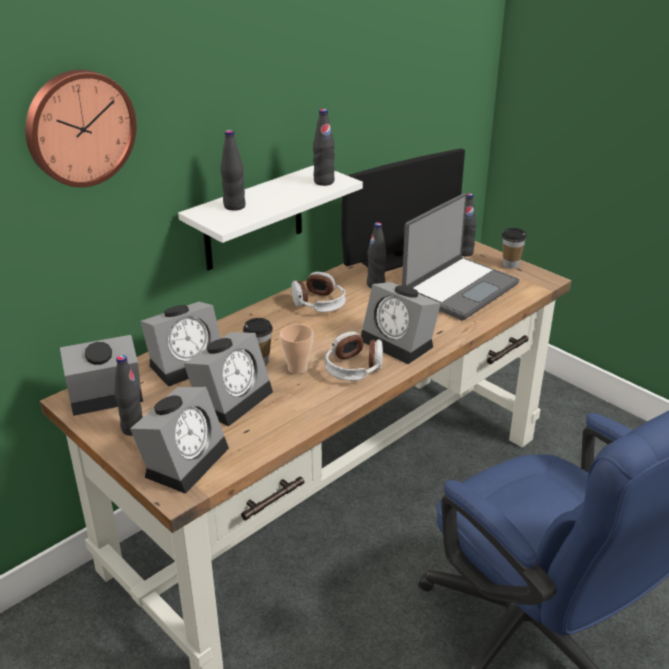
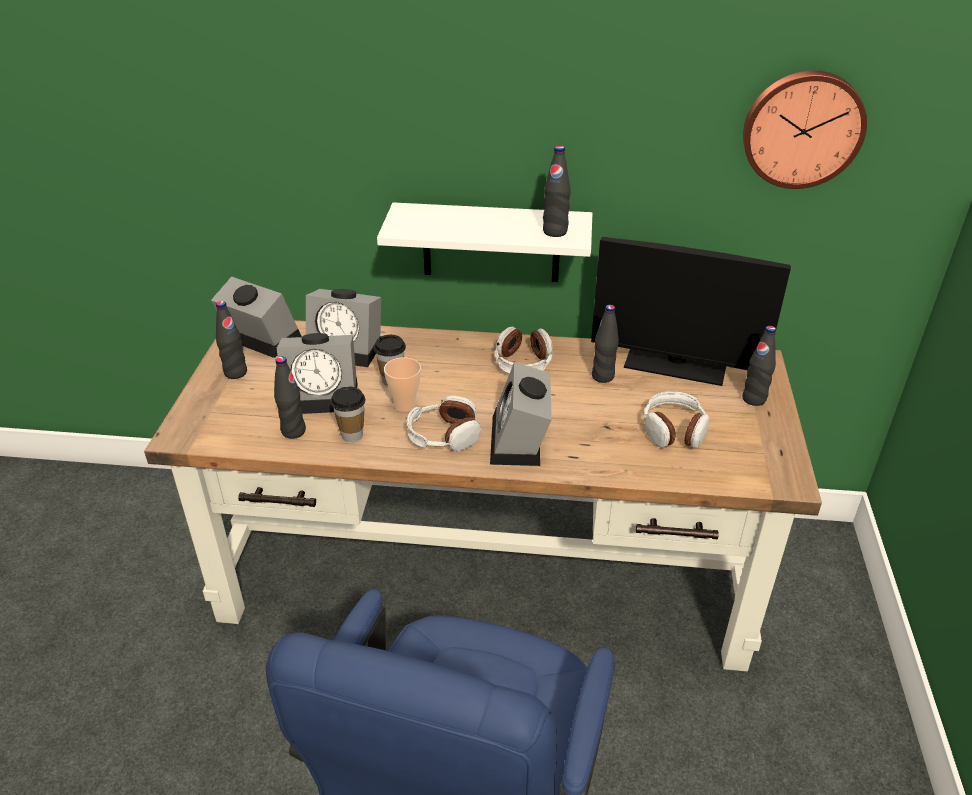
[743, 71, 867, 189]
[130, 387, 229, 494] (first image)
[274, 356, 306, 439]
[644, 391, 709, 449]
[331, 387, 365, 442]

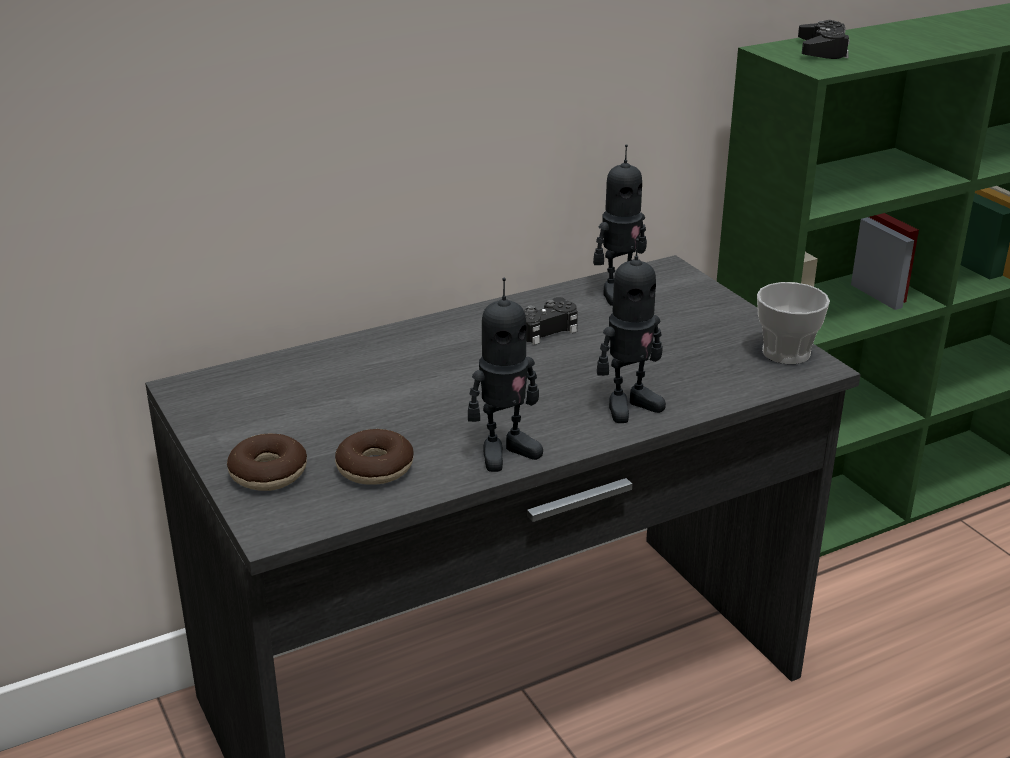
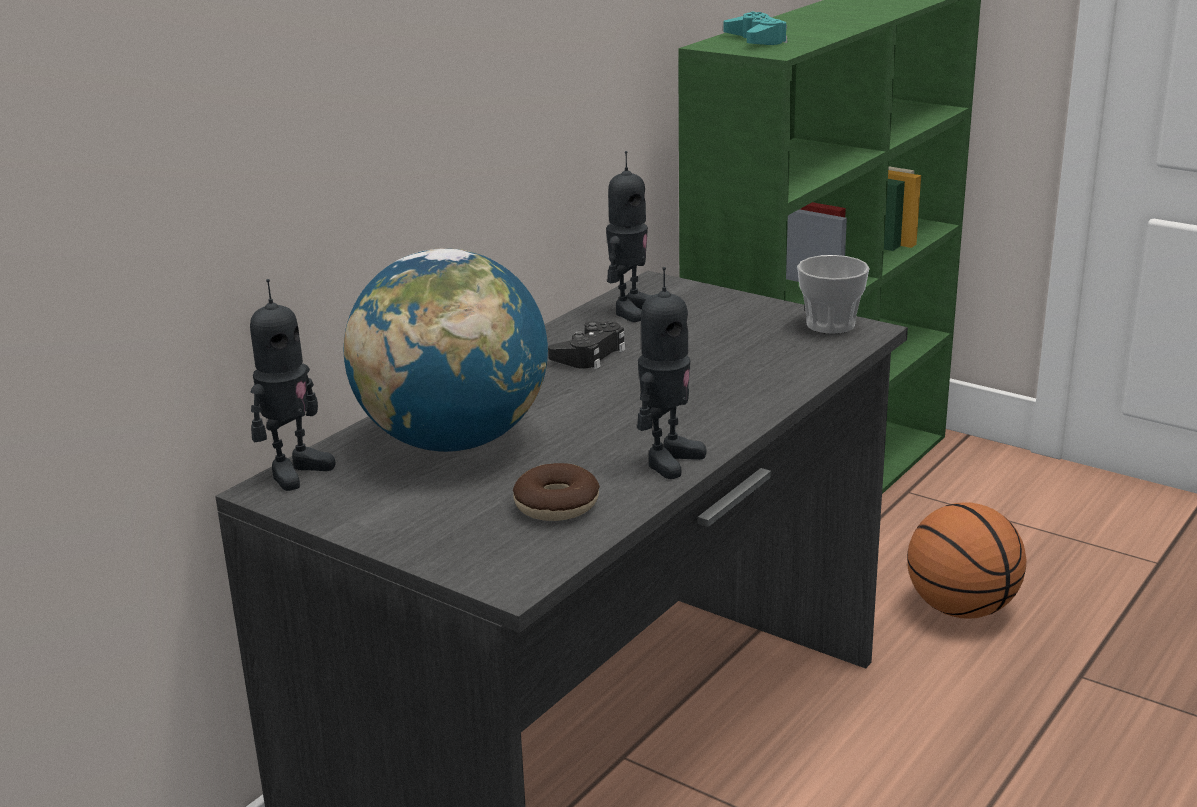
[227, 434, 307, 491] (first image)
[250, 279, 335, 491]
[723, 11, 787, 45]
[344, 248, 548, 452]
[907, 503, 1026, 619]

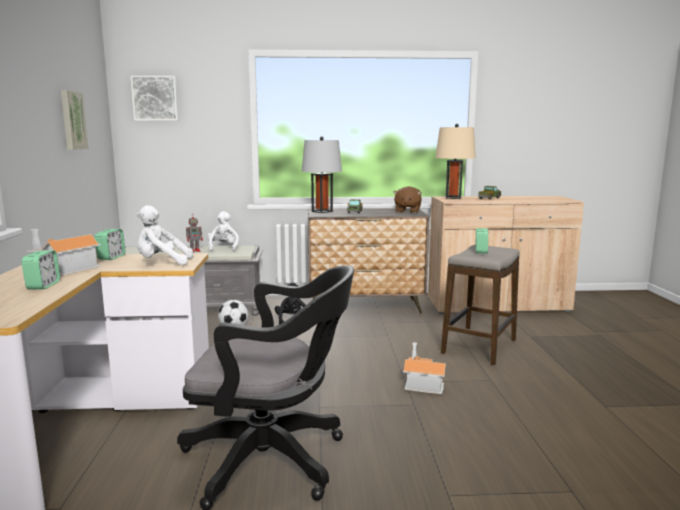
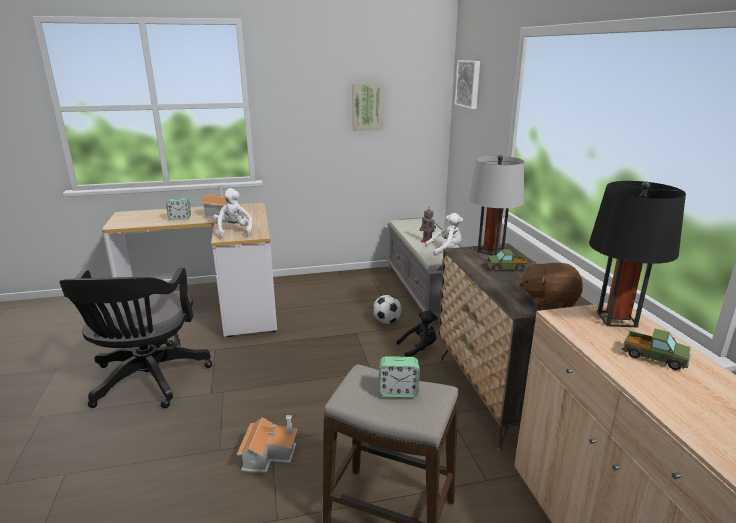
[94, 229, 125, 260] (first image)
[589, 181, 686, 328]

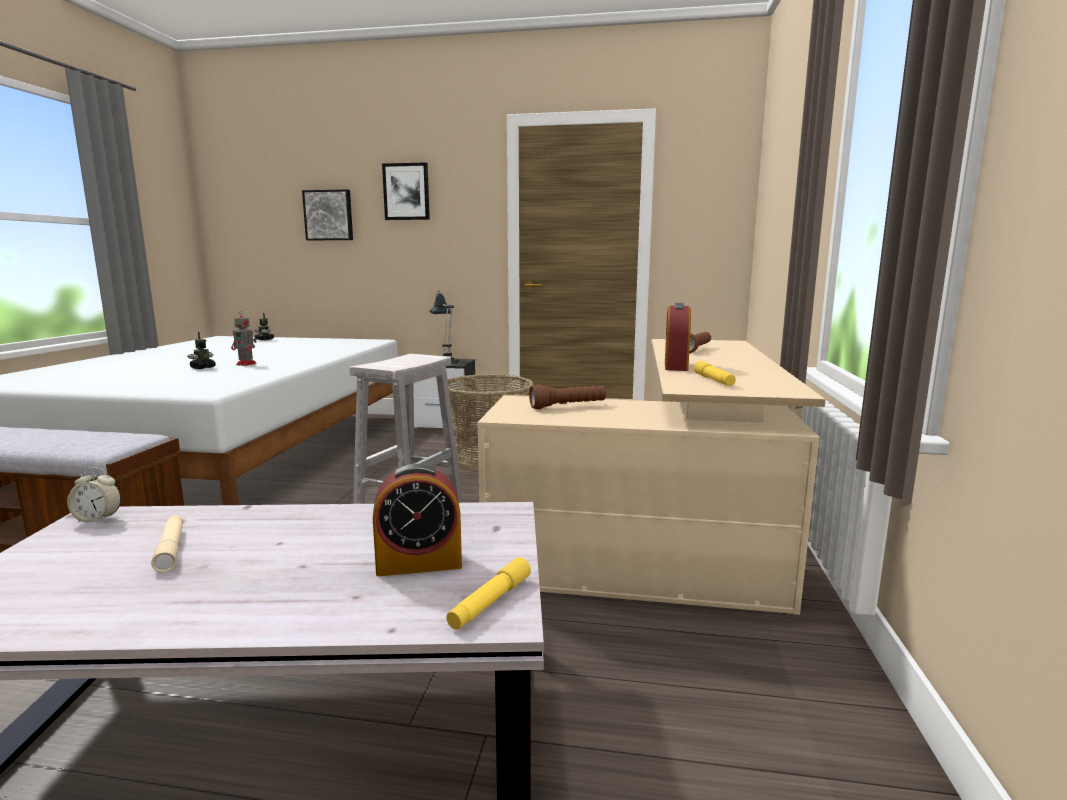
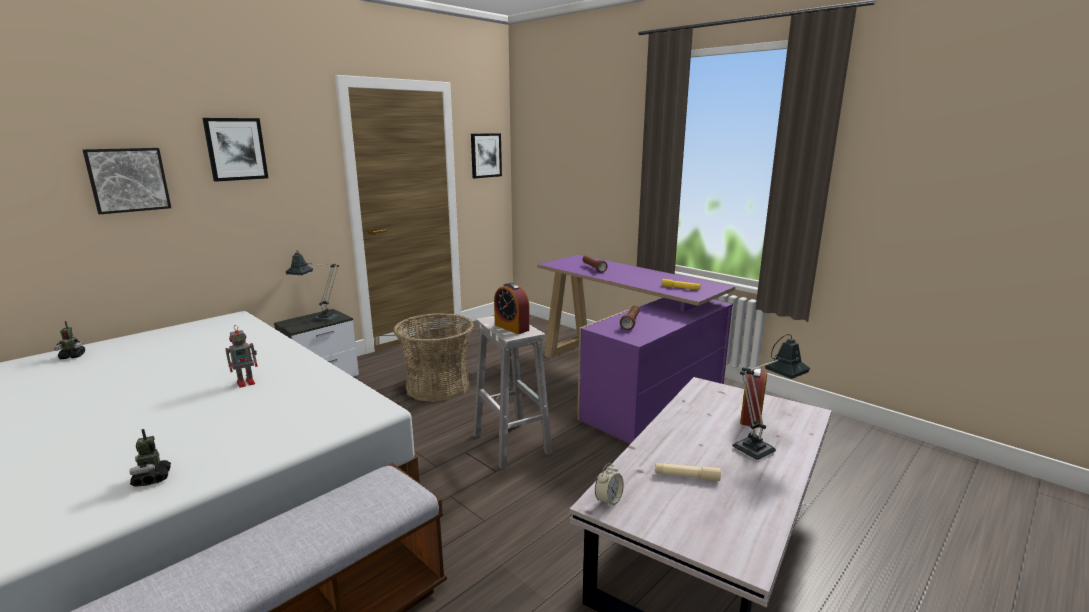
[130, 429, 171, 487]
[446, 557, 531, 630] (first image)
[537, 255, 735, 444]
[494, 283, 530, 334]
[471, 133, 502, 178]
[733, 334, 810, 460]

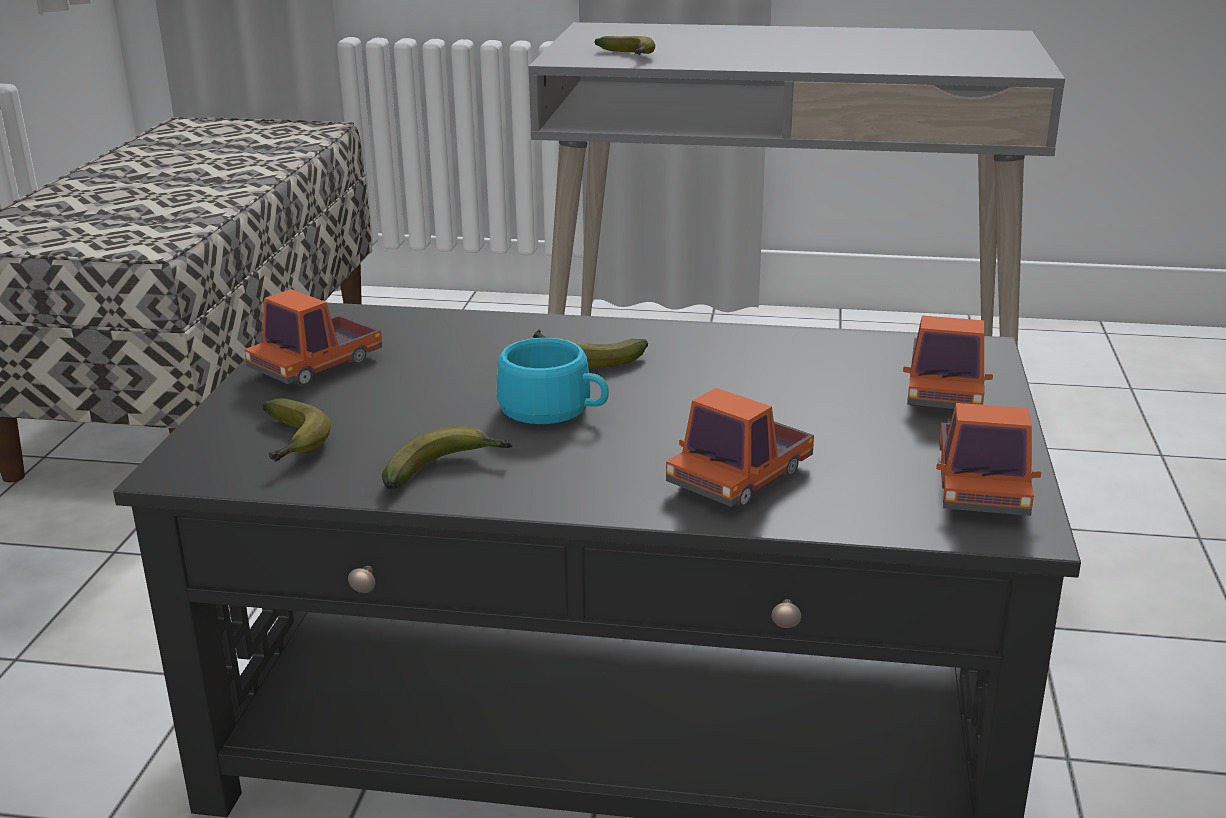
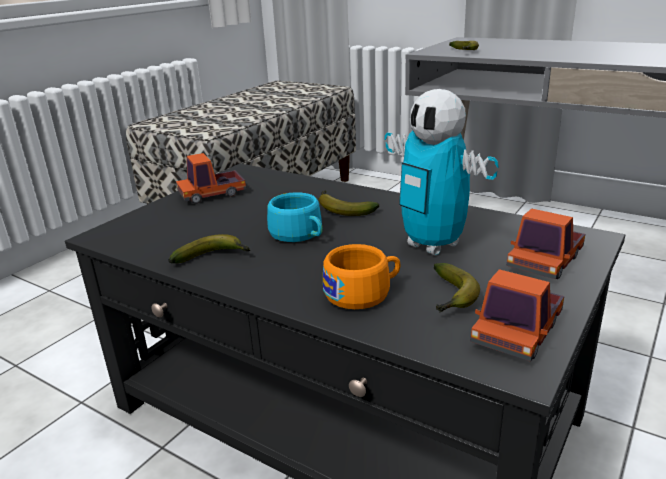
[434, 263, 480, 313]
[323, 244, 400, 309]
[385, 89, 499, 255]

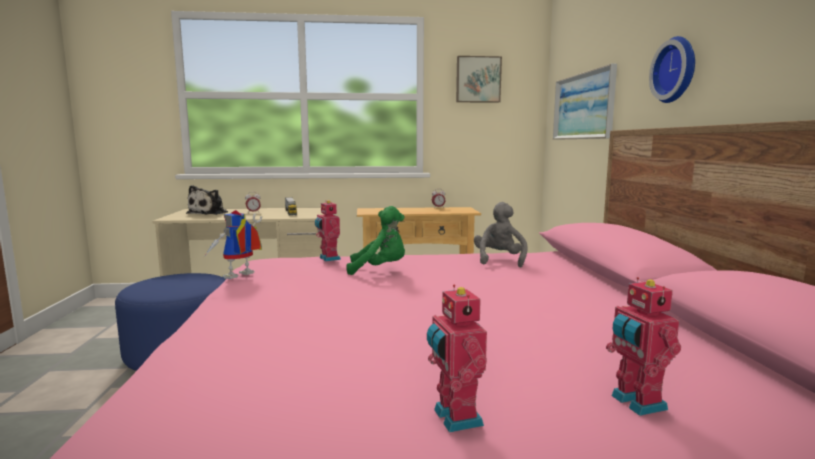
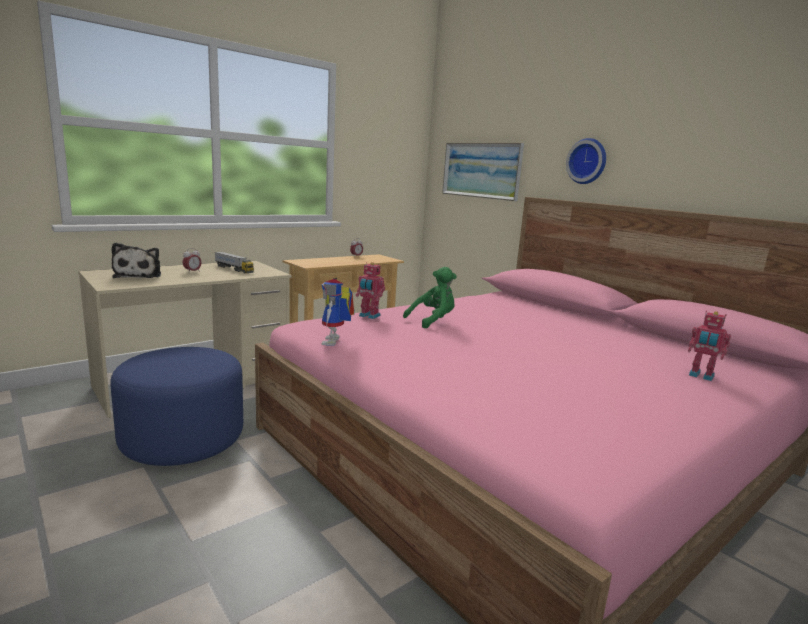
[427, 284, 487, 432] (first image)
[456, 56, 502, 103] (first image)
[474, 202, 528, 268] (first image)

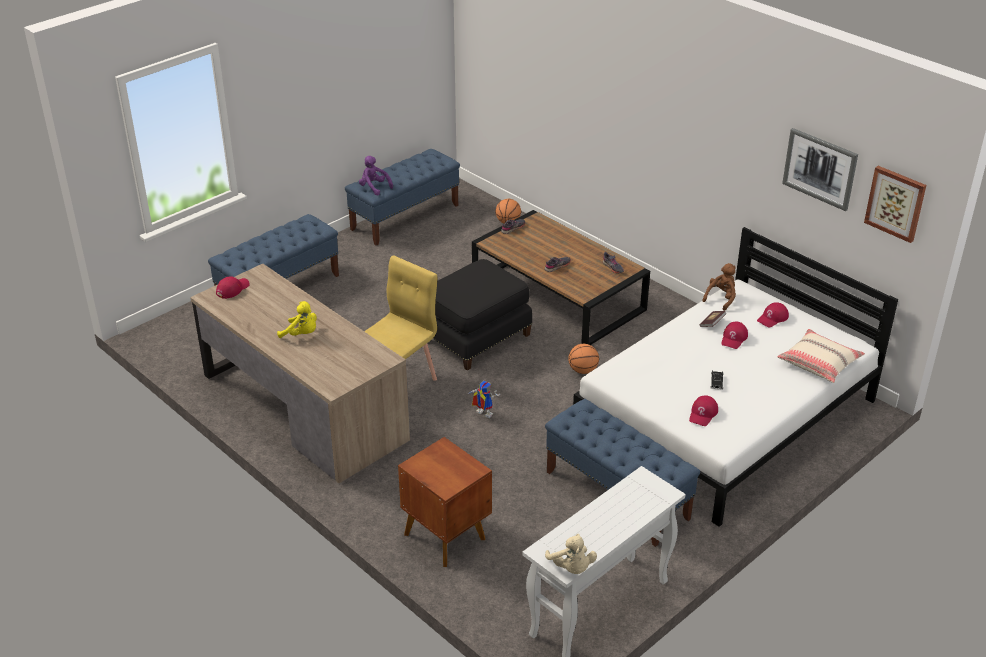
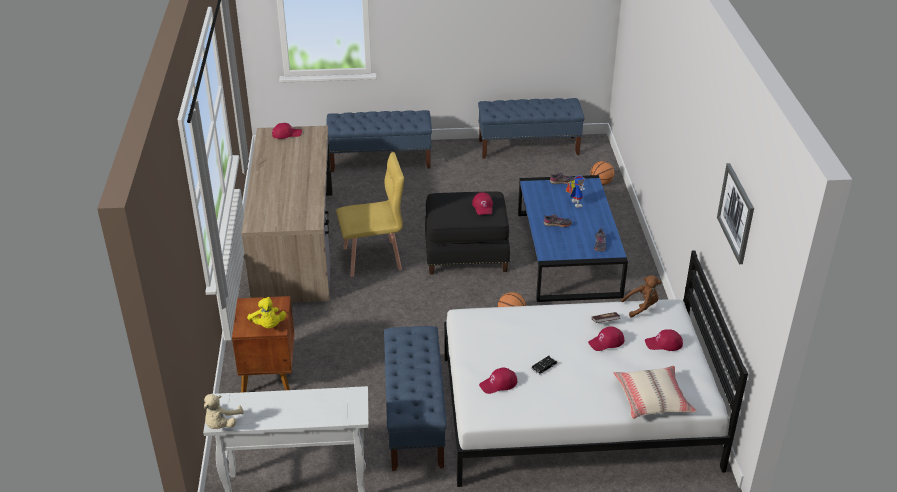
[247, 297, 286, 328]
[359, 156, 393, 195] (first image)
[566, 175, 585, 208]
[518, 175, 628, 302]
[864, 166, 926, 243] (first image)
[472, 192, 493, 215]

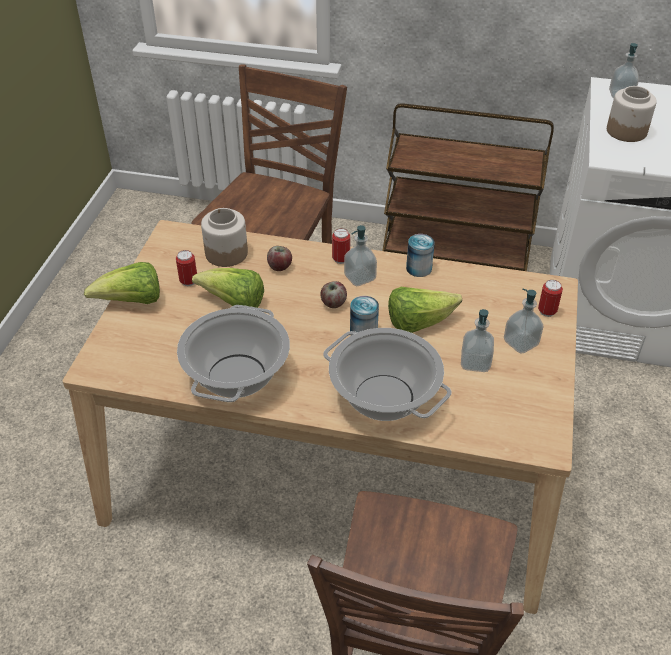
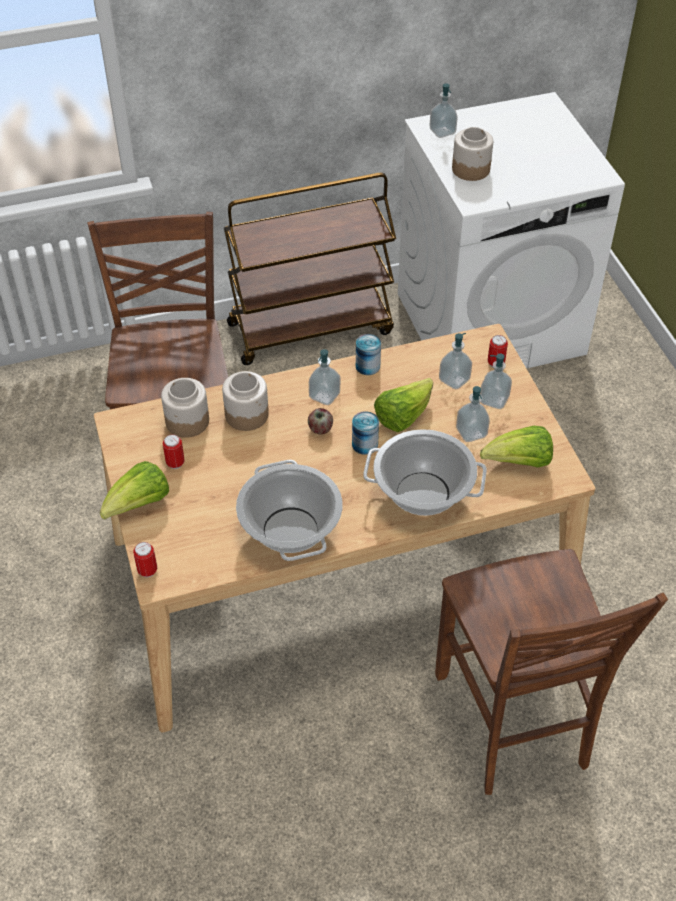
[480, 426, 553, 468]
[222, 371, 269, 431]
[133, 542, 157, 577]
[439, 333, 472, 389]

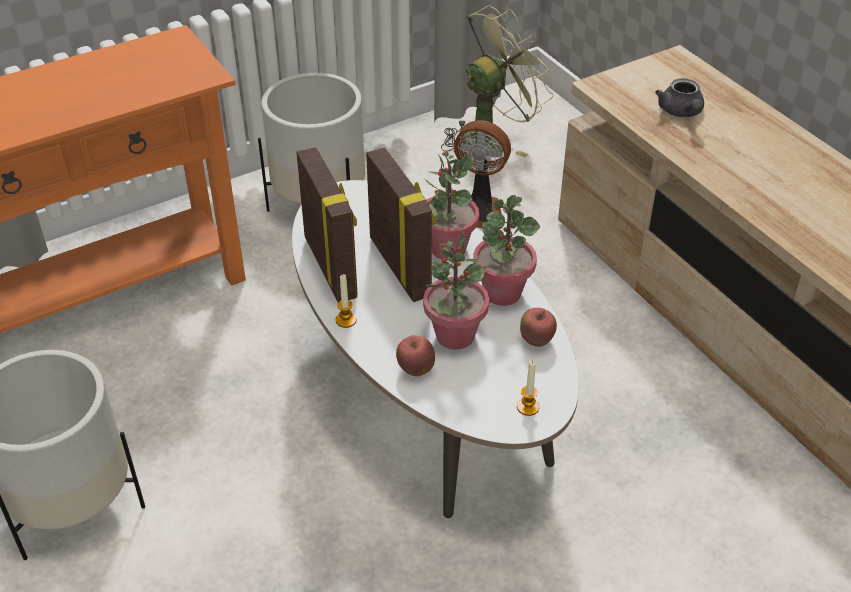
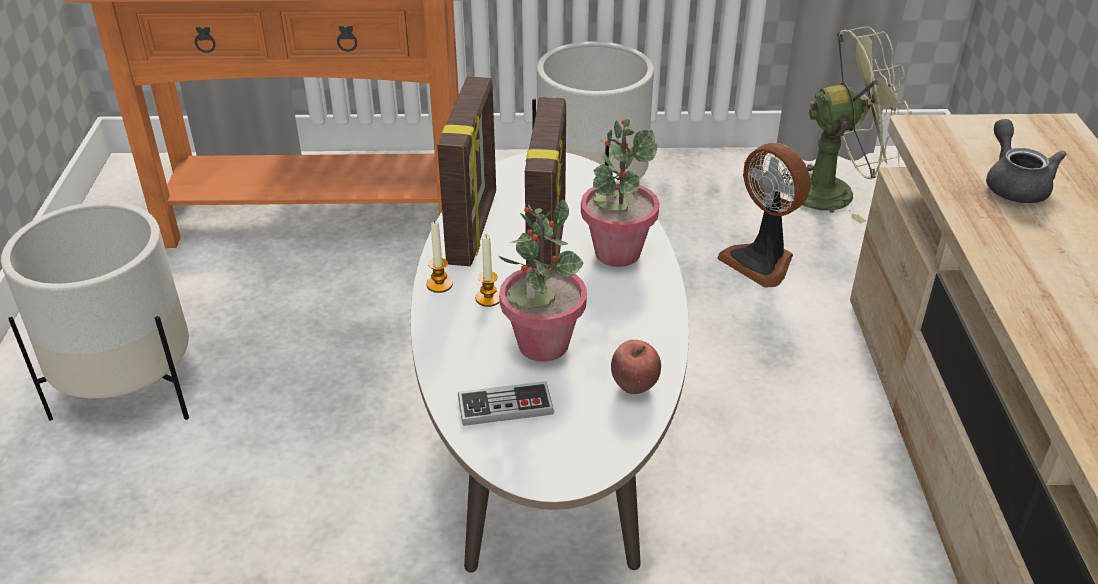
[396, 335, 435, 376] (first image)
[473, 195, 540, 306] (first image)
[475, 234, 500, 307]
[986, 119, 1067, 203]
[458, 381, 554, 426]

